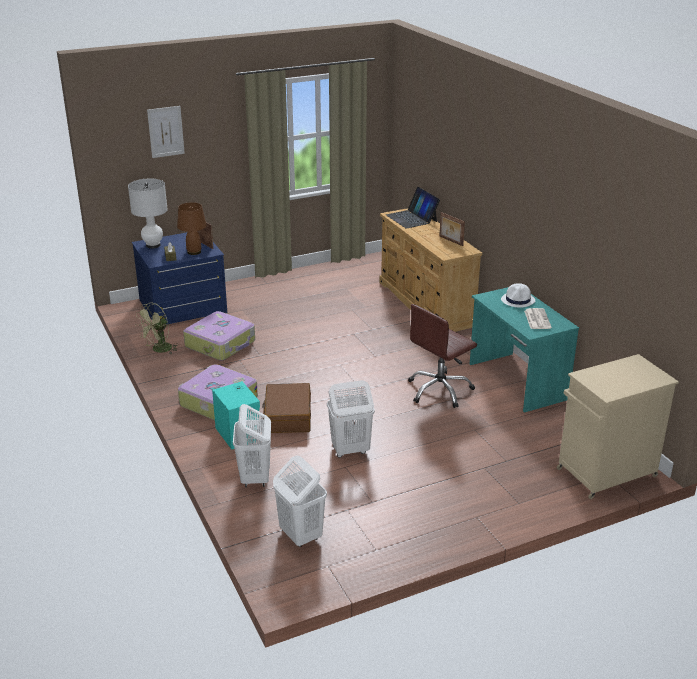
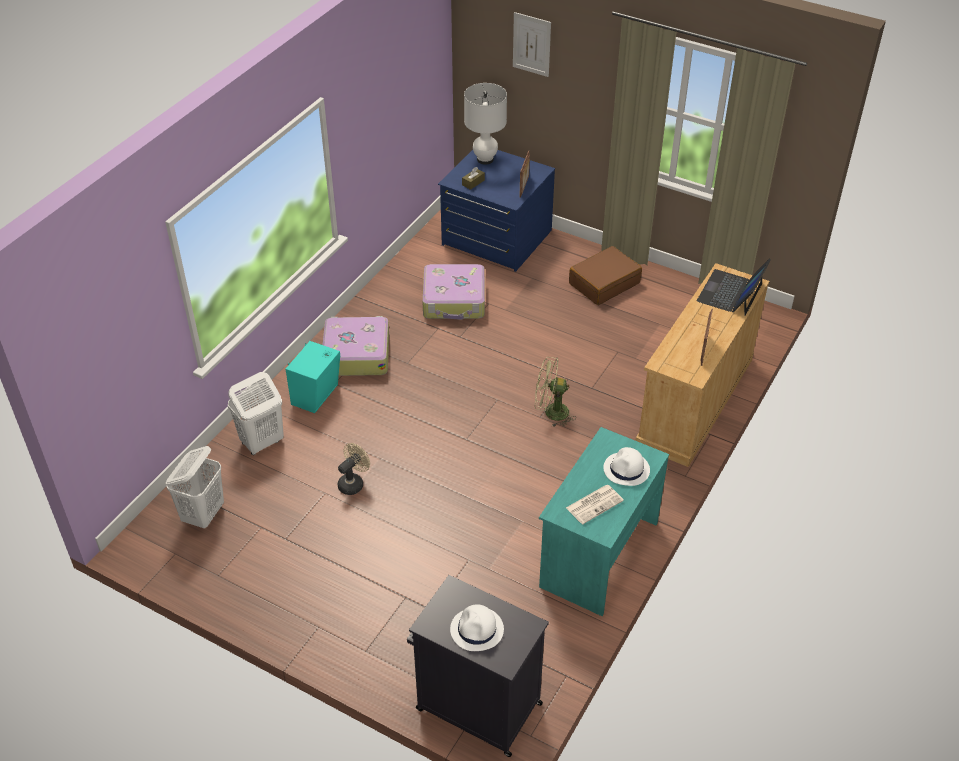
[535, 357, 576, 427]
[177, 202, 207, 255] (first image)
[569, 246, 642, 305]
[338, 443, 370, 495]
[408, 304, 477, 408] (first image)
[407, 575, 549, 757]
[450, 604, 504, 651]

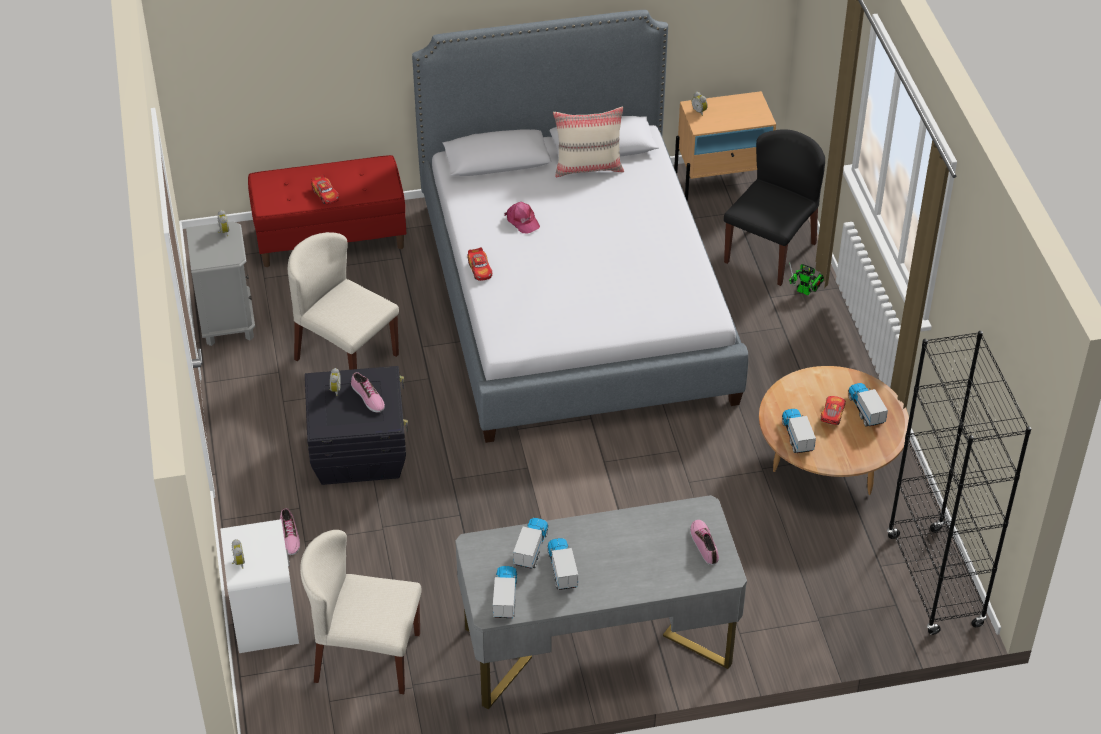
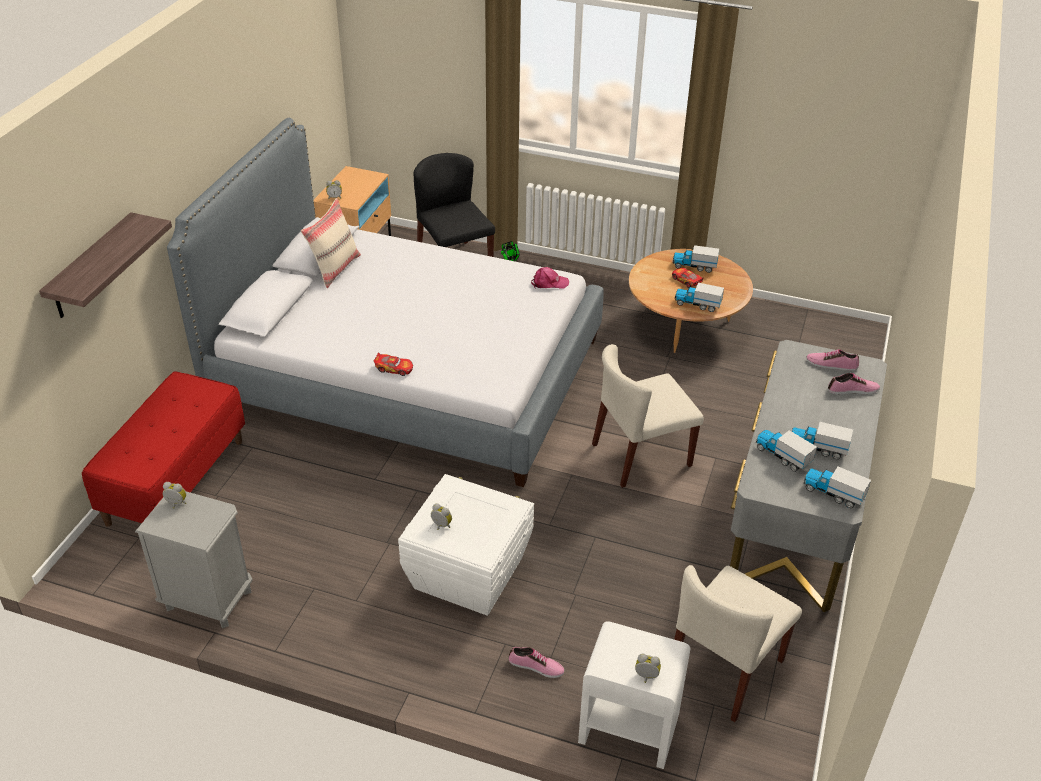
[592, 344, 704, 488]
[398, 474, 534, 616]
[311, 174, 339, 205] (first image)
[828, 373, 880, 394]
[531, 267, 569, 289]
[887, 331, 1031, 635] (first image)
[39, 212, 172, 318]

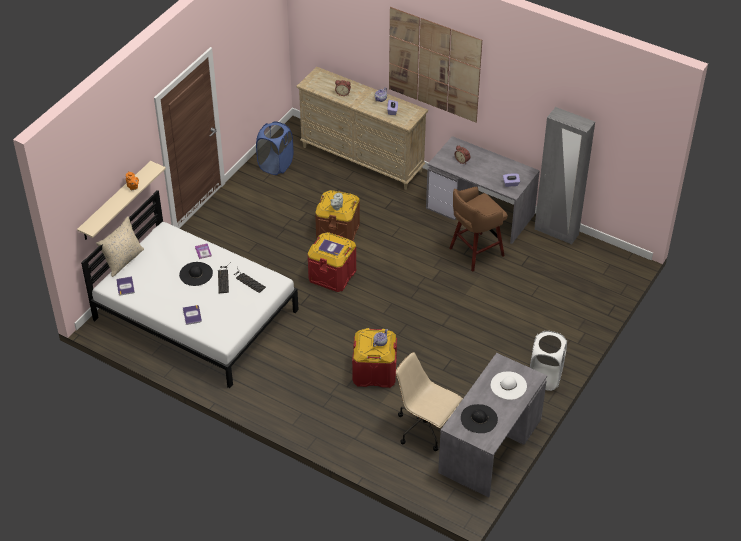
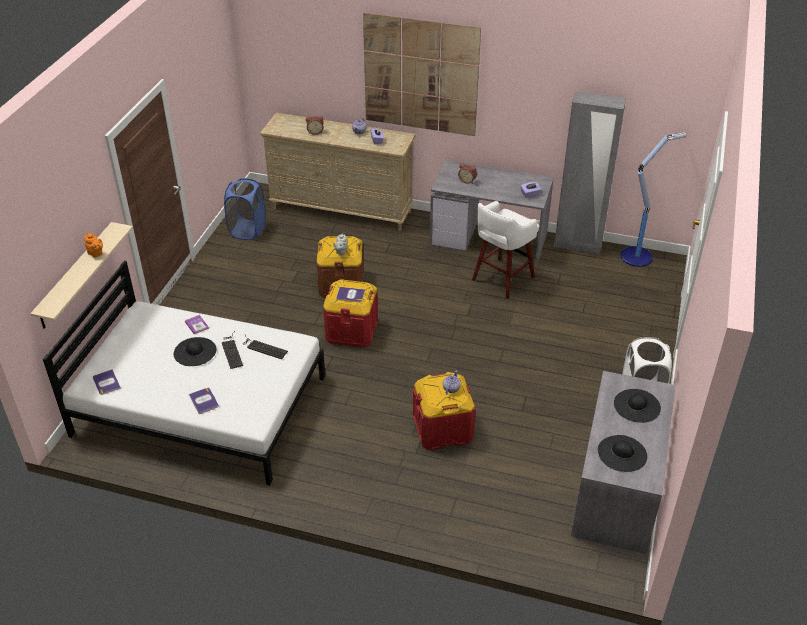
[96, 216, 144, 277] (first image)
[396, 352, 463, 451] (first image)
[472, 201, 539, 299]
[614, 389, 661, 423]
[620, 132, 686, 267]

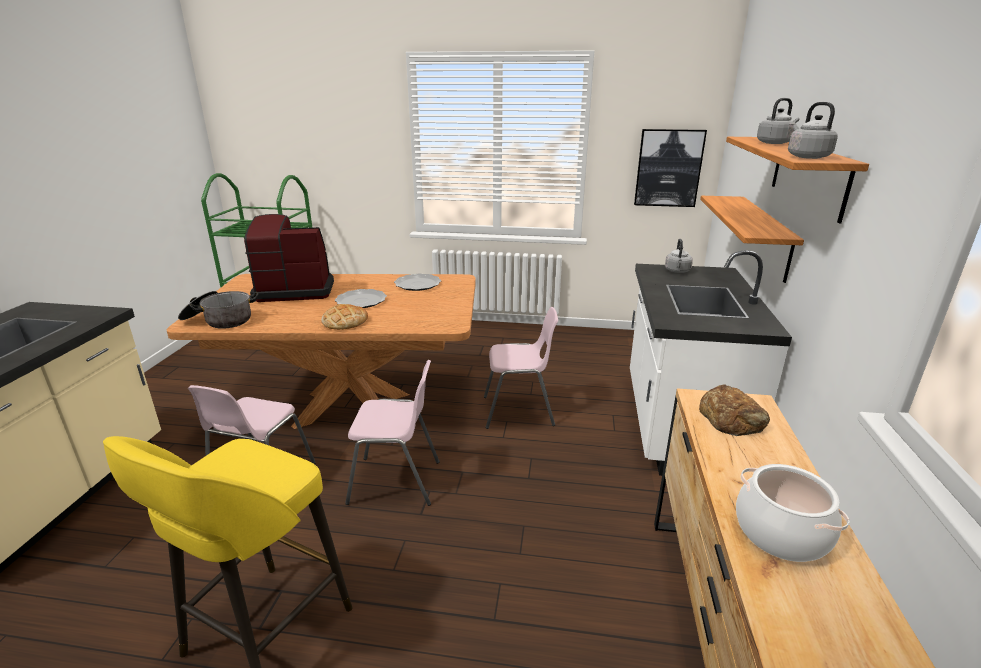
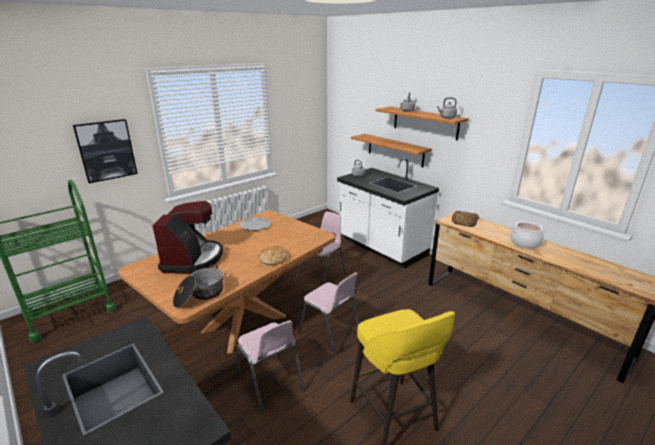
[153, 201, 223, 274]
[335, 289, 387, 308] (first image)
[298, 272, 359, 356]
[73, 119, 138, 183]

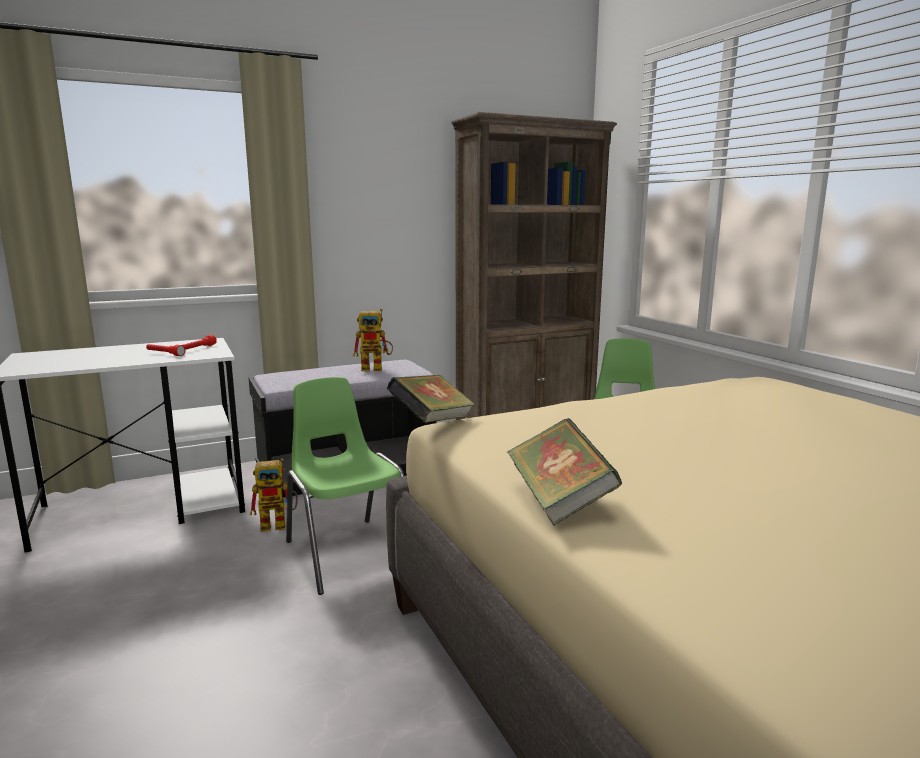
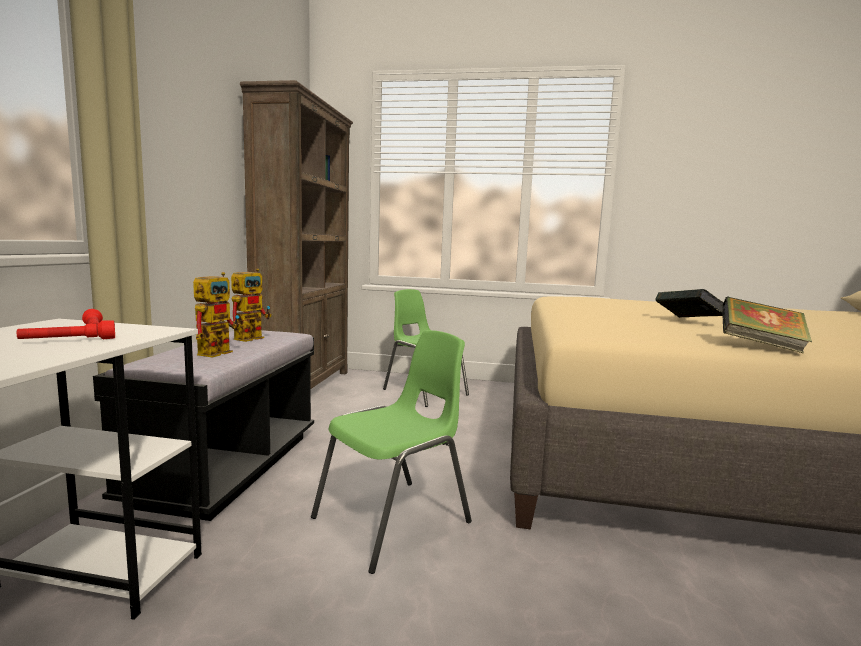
[193, 272, 241, 358]
[311, 330, 472, 574]
[655, 289, 724, 318]

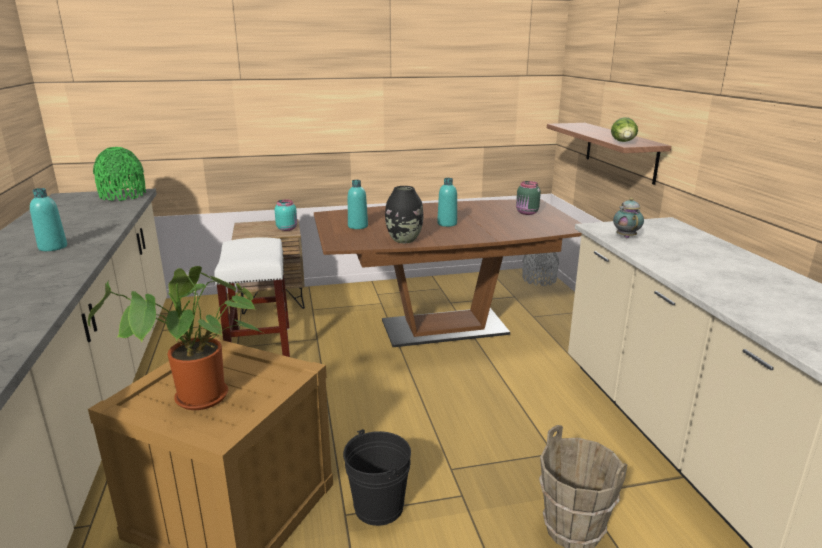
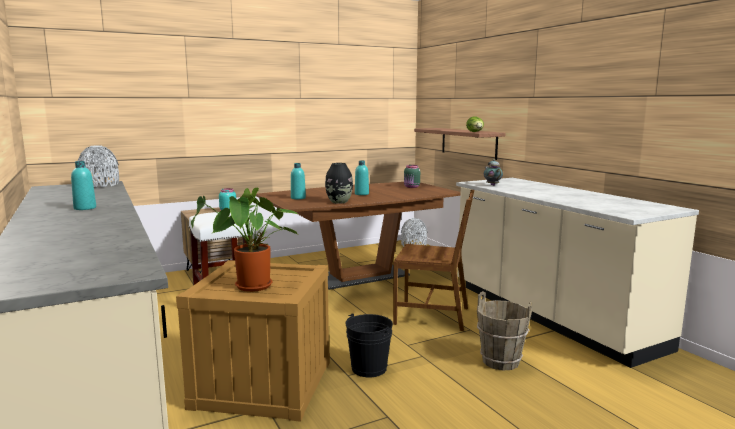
[78, 146, 119, 187]
[393, 190, 474, 331]

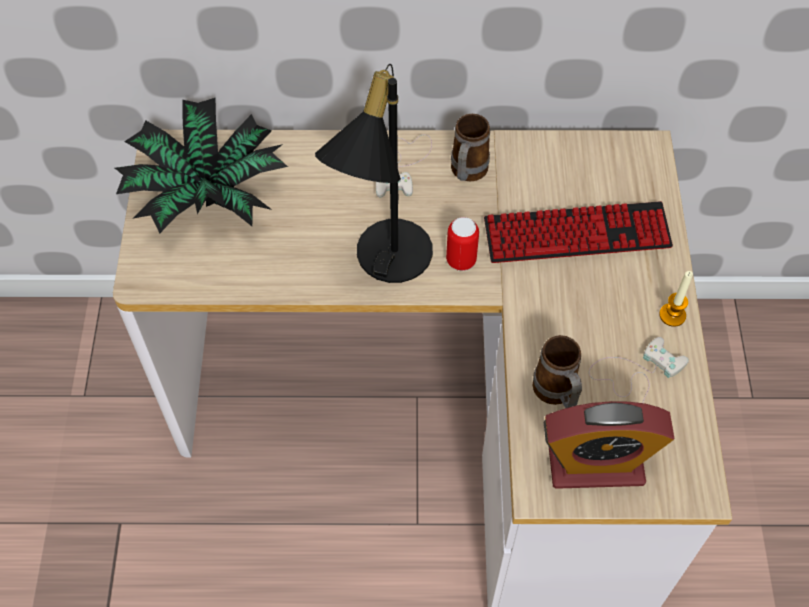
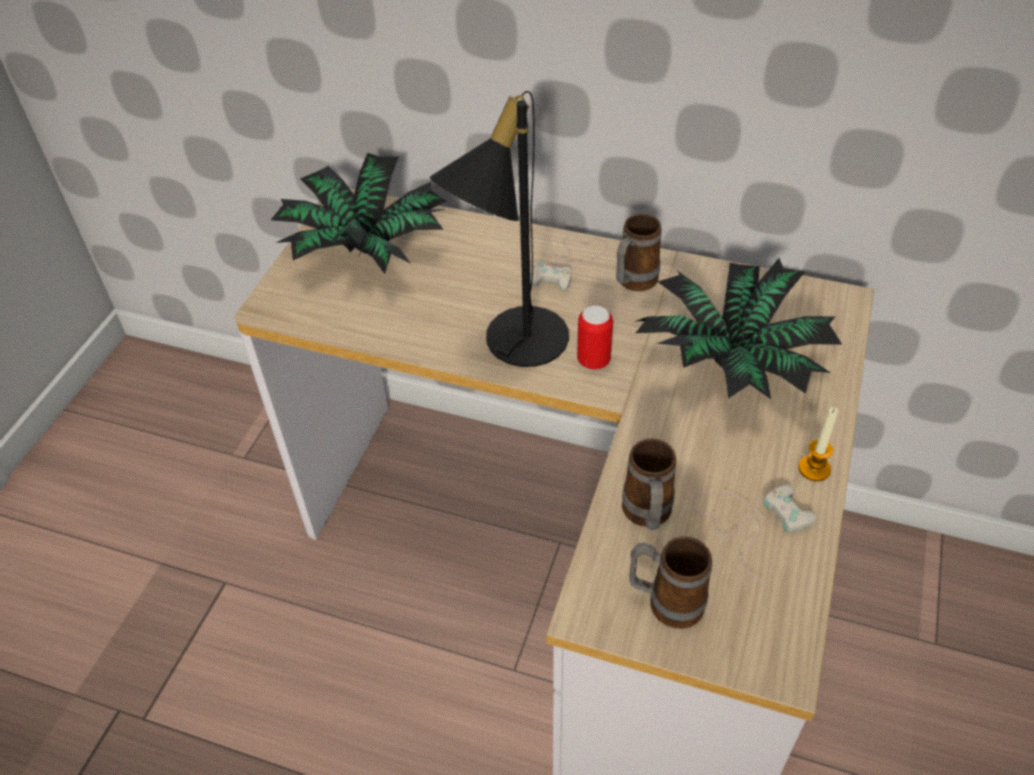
[634, 258, 842, 399]
[629, 536, 712, 629]

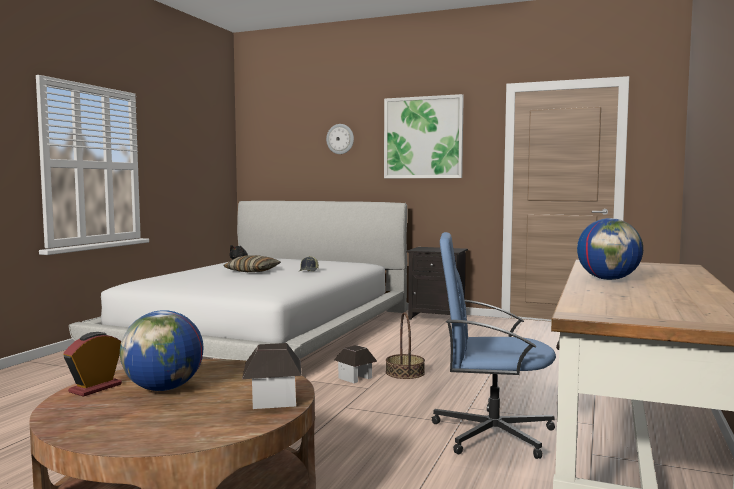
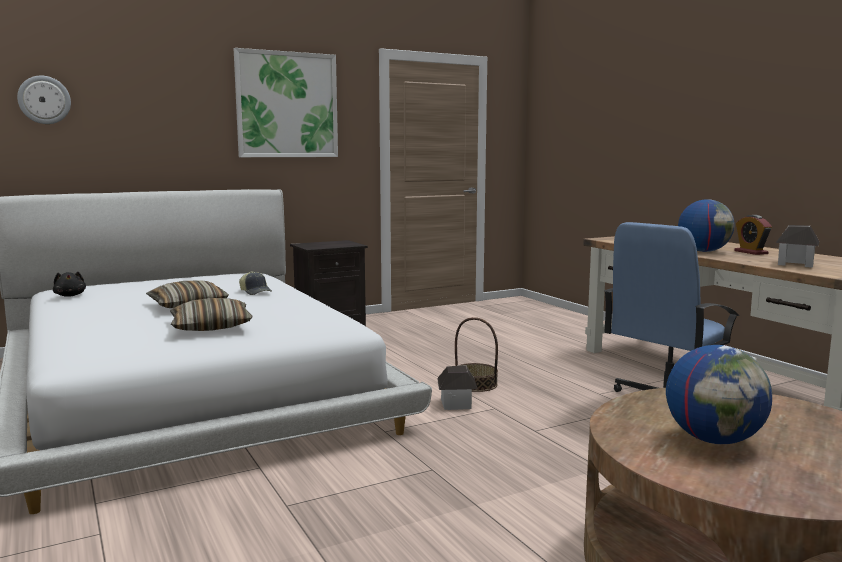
[734, 215, 772, 255]
[775, 225, 819, 268]
[17, 76, 71, 124]
[170, 298, 253, 331]

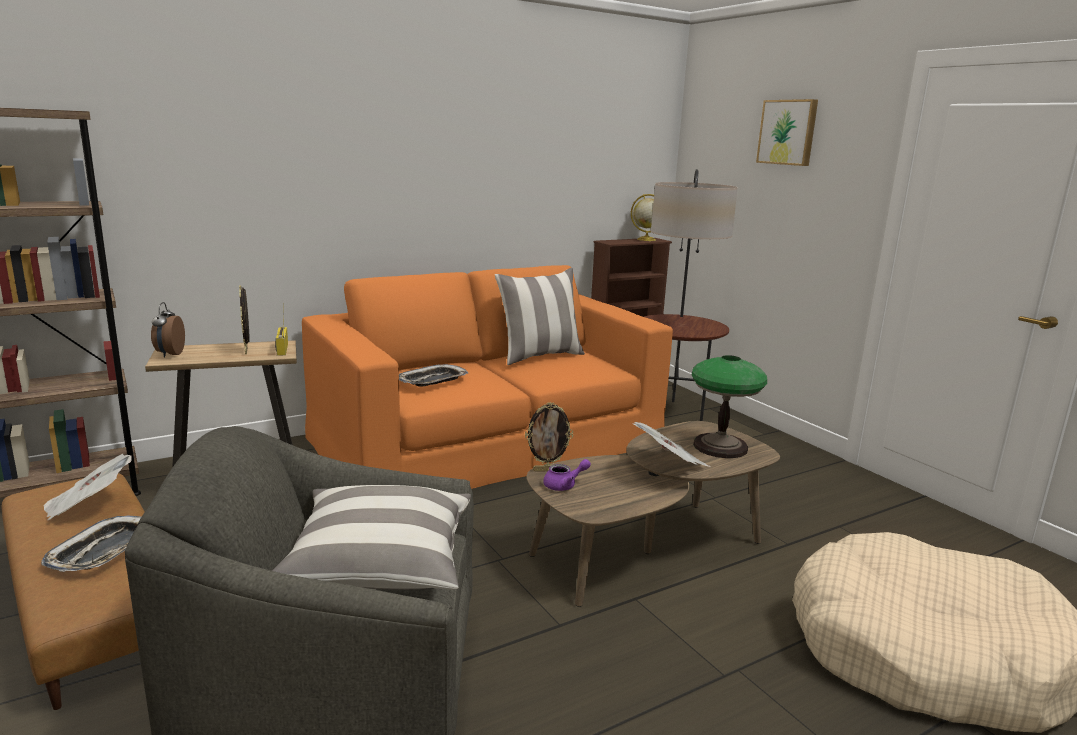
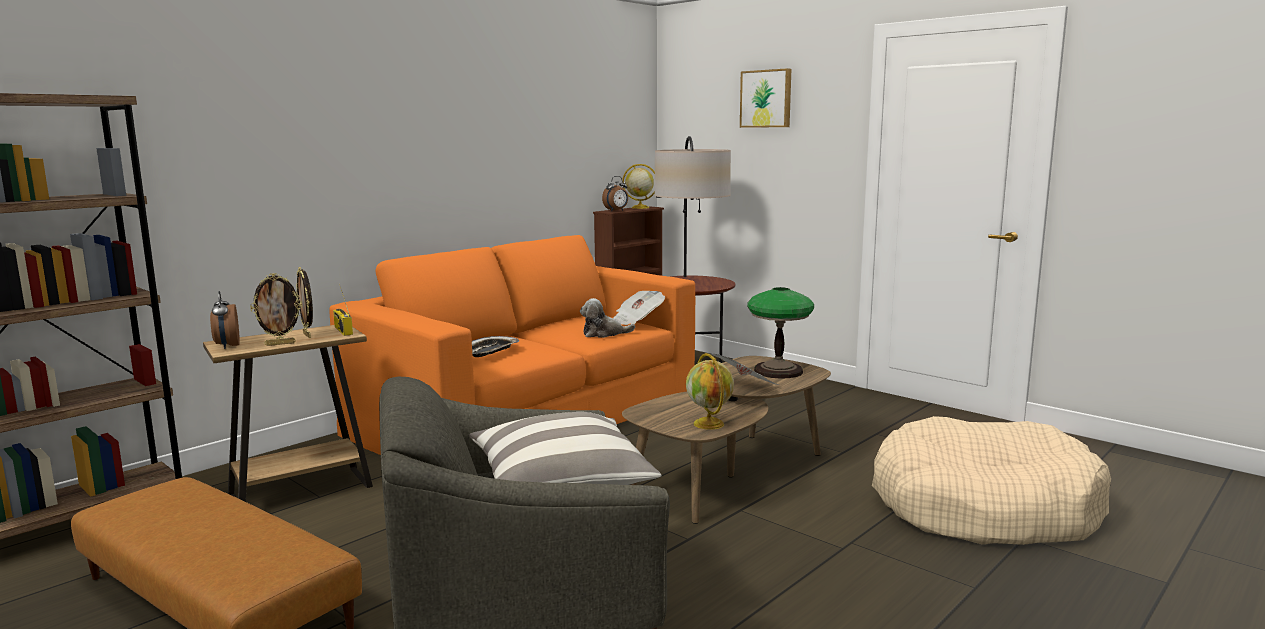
[41, 516, 141, 572] (first image)
[613, 291, 665, 325]
[495, 268, 585, 365] (first image)
[250, 273, 302, 346]
[543, 459, 591, 491] (first image)
[580, 298, 635, 338]
[602, 176, 628, 211]
[686, 353, 734, 429]

